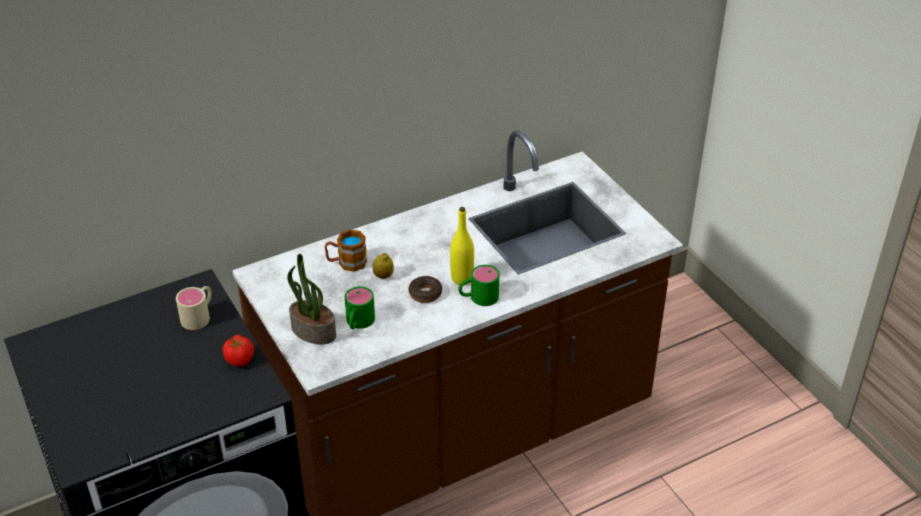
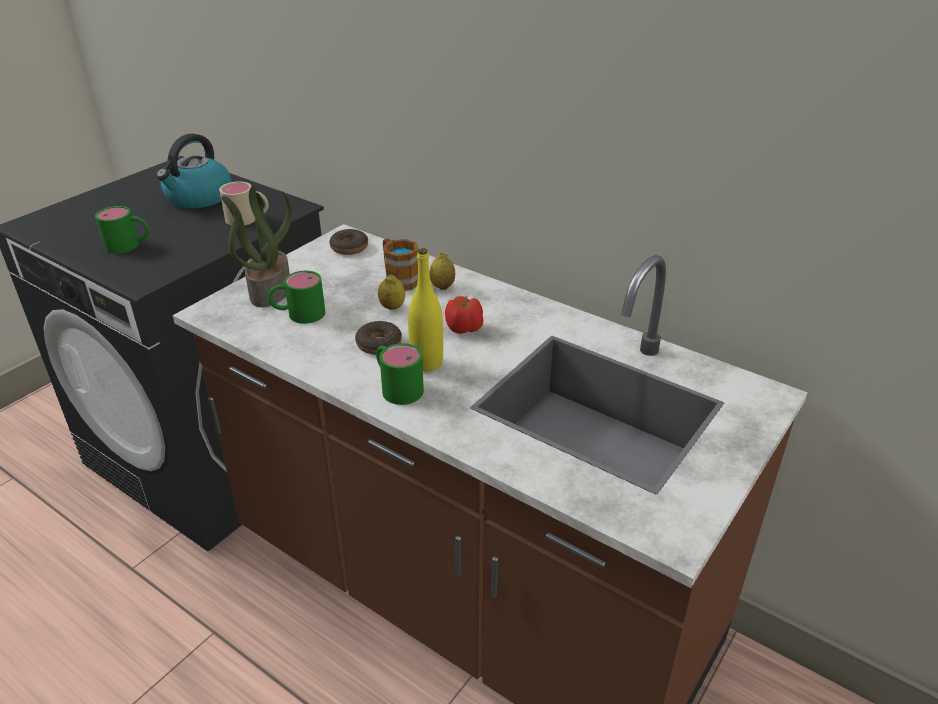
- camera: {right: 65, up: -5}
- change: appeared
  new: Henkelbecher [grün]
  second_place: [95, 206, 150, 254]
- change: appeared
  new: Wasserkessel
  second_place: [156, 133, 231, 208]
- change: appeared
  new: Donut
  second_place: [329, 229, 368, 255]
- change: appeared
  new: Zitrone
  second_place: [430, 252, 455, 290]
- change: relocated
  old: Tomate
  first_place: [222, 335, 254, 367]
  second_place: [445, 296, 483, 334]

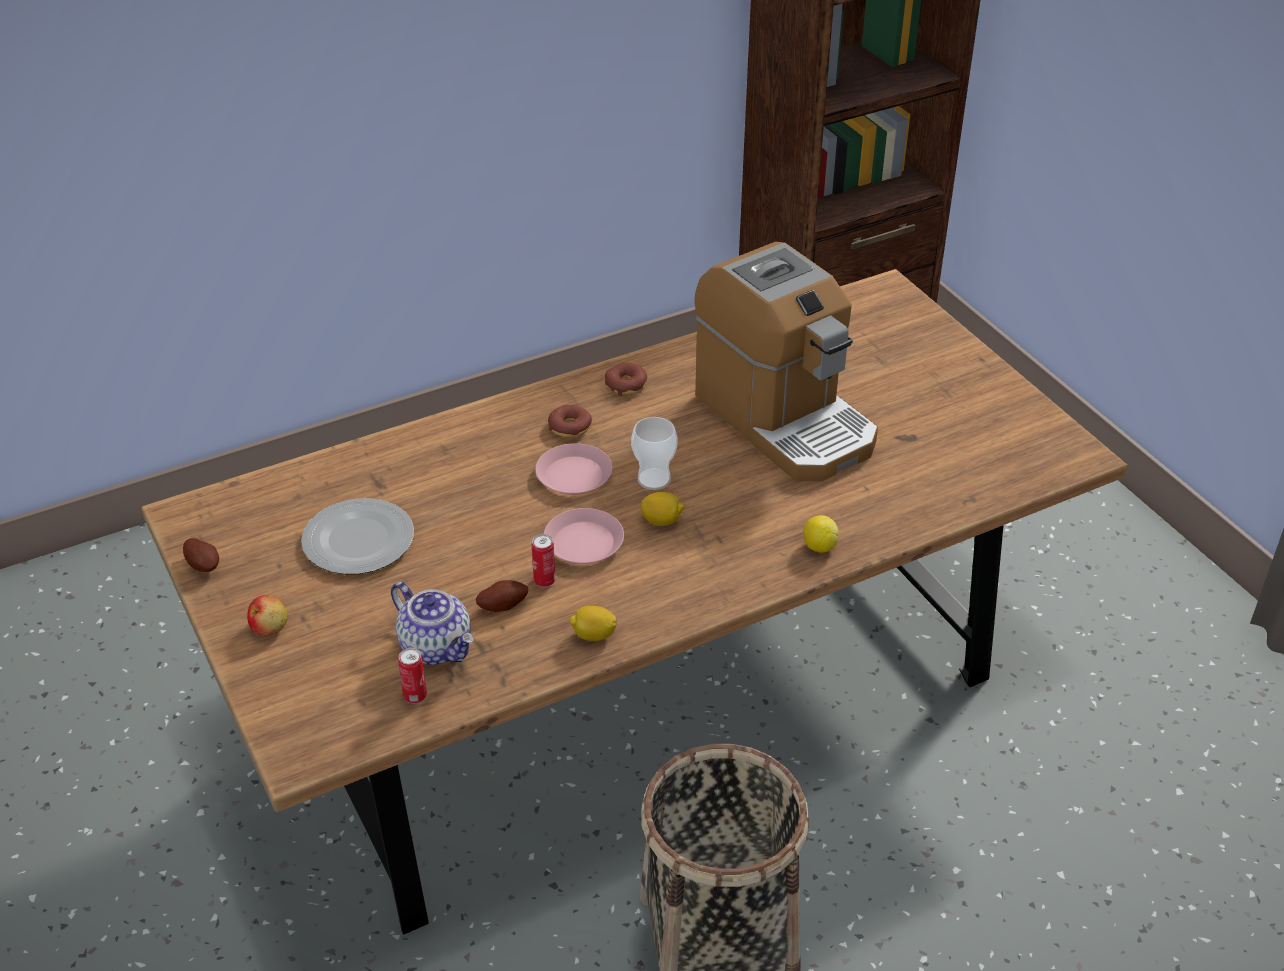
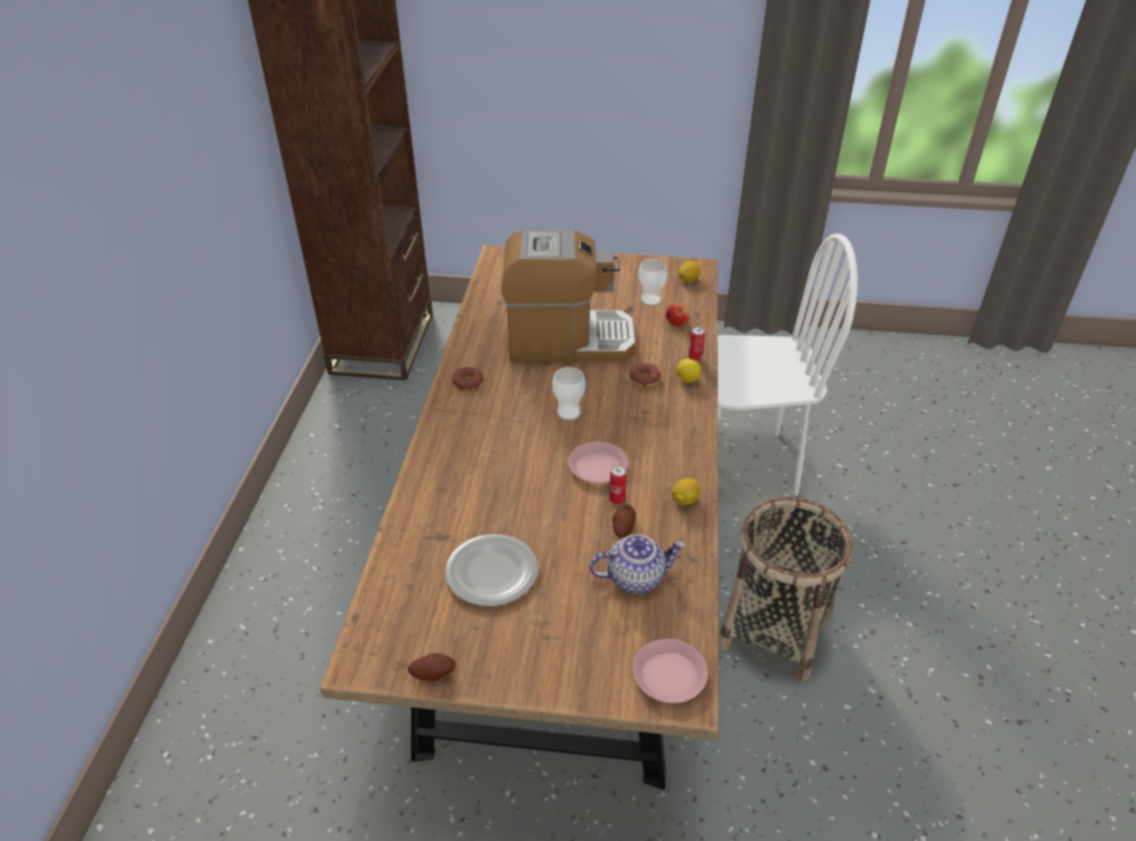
- camera: {right: -55, up: 0}
- change: relocated
  old: Donut
  first_place: [548, 405, 592, 438]
  second_place: [630, 363, 661, 387]
- change: relocated
  old: Teller [rosa]
  first_place: [535, 443, 613, 495]
  second_place: [633, 639, 708, 703]
- change: appeared
  new: Tasse
  second_place: [638, 259, 667, 306]
- change: relocated
  old: Apfel
  first_place: [247, 595, 288, 636]
  second_place: [666, 303, 690, 326]
- change: relocated
  old: Zitrone
  first_place: [641, 492, 684, 526]
  second_place: [679, 261, 701, 282]
- change: relocated
  old: Dose
  first_place: [398, 648, 427, 703]
  second_place: [689, 327, 705, 362]
- change: appeared
  new: Stuhl [weiß]
  second_place: [718, 233, 858, 496]

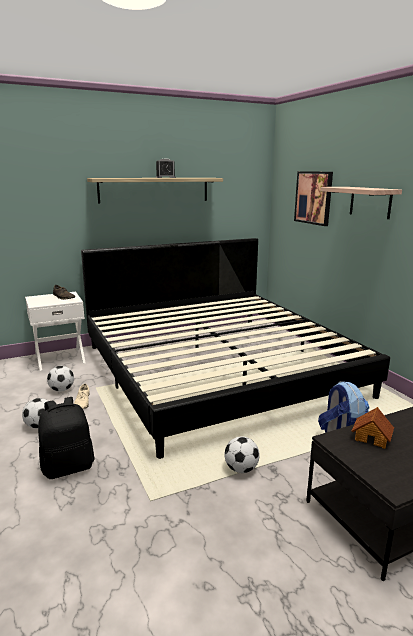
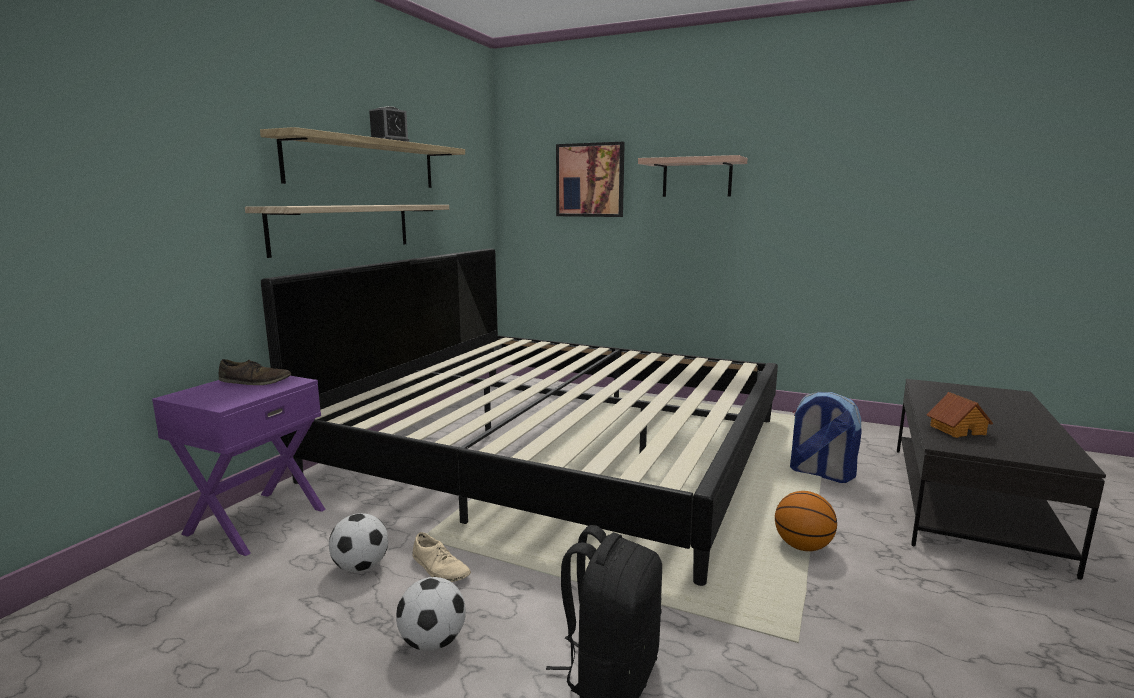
- camera: {right: -40, up: -5}
- change: colour
  old: Nachttisch [weiß]
  new: Nachttisch [lila]
  first_place: [25, 292, 86, 371]
  second_place: [152, 376, 326, 556]
- change: appeared
  new: Wandregal
  second_place: [245, 205, 449, 258]
- change: exchanged
  old: Fußball
  new: Basketball
  first_place: [224, 437, 260, 473]
  second_place: [775, 491, 837, 551]

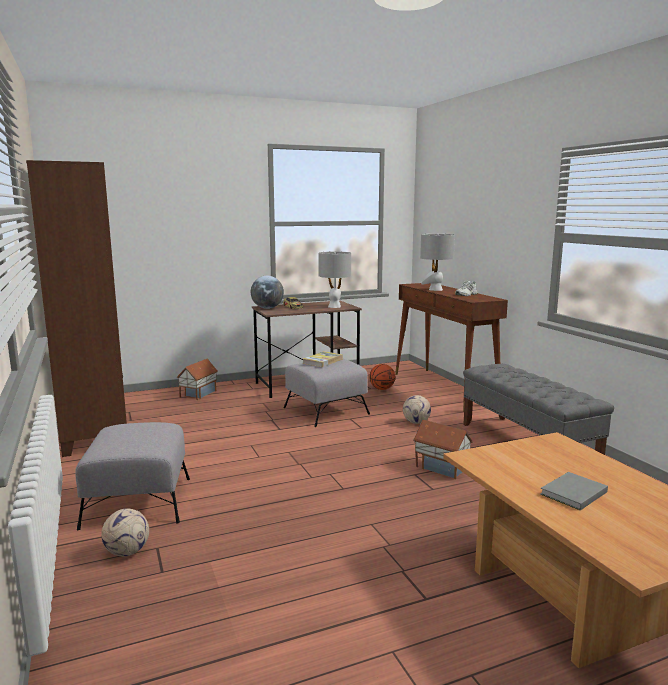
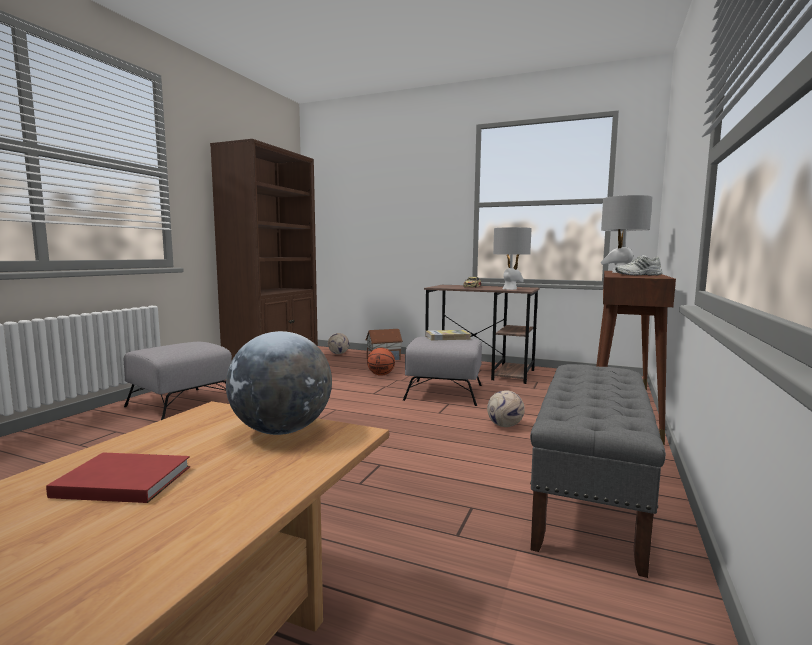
- camera: {right: 45, up: -5}
- change: colour
  old: Buch [grau]
  new: Buch [rot]
  first_place: [540, 472, 608, 510]
  second_place: [46, 452, 190, 503]
- change: relocated
  old: Globus
  first_place: [251, 276, 284, 309]
  second_place: [226, 331, 332, 435]
- change: relocated
  old: Fußball
  first_place: [101, 509, 149, 556]
  second_place: [328, 333, 349, 354]
- change: relocated
  old: Basketball
  first_place: [369, 364, 395, 390]
  second_place: [367, 348, 395, 376]
- change: missing
  old: Spielzeughaus
  first_place: [413, 420, 473, 479]

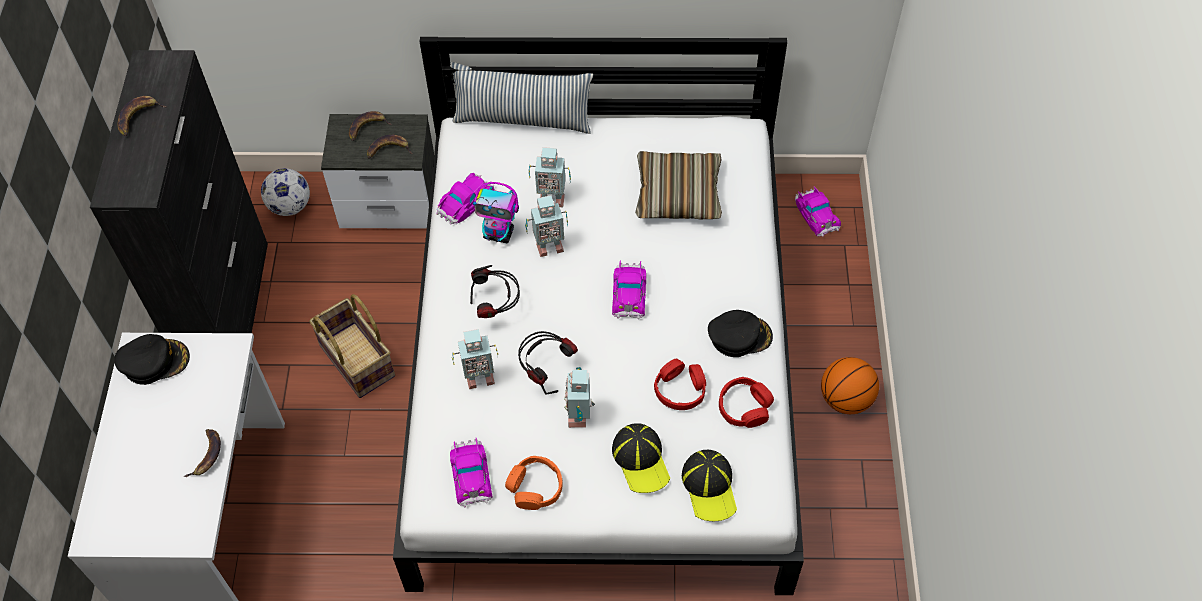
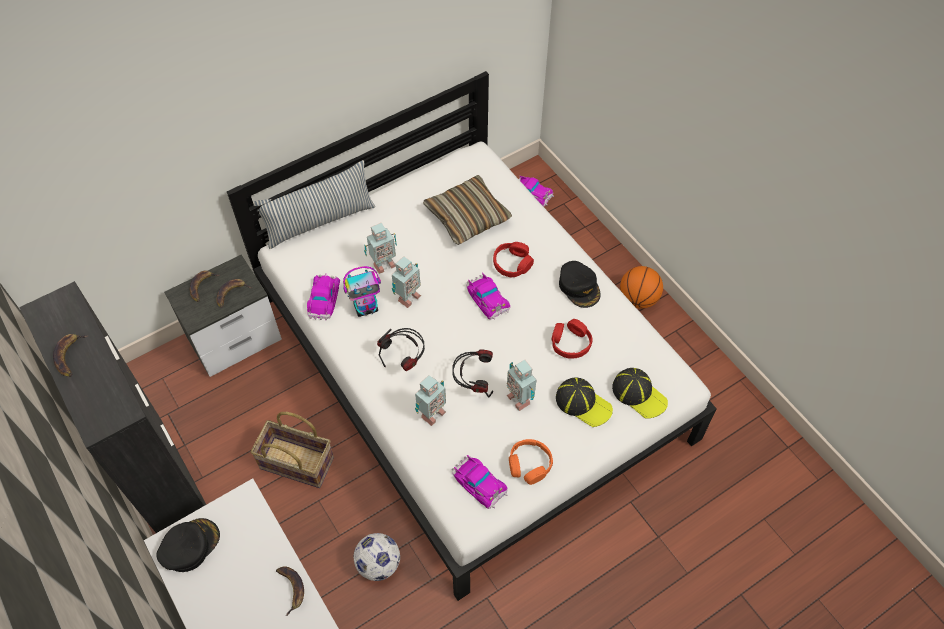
- camera: {right: -35, up: 0}
- change: relocated
  old: Fußball
  first_place: [261, 168, 310, 216]
  second_place: [354, 533, 400, 581]
- change: relocated
  old: Kopfhörer [rot]
  first_place: [719, 377, 774, 428]
  second_place: [493, 242, 534, 278]
- change: spun
  old: Kappe [schwarz]
  first_place: [708, 310, 773, 357]
  second_place: [559, 261, 601, 308]
  degrees: 105

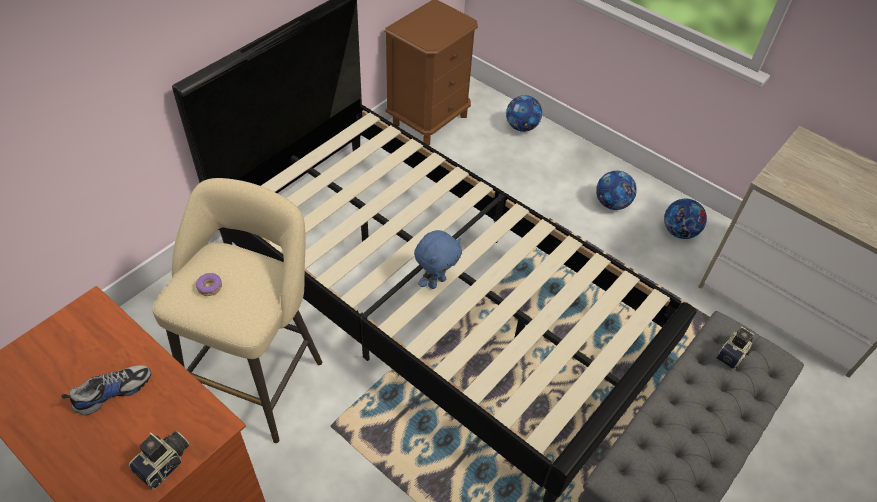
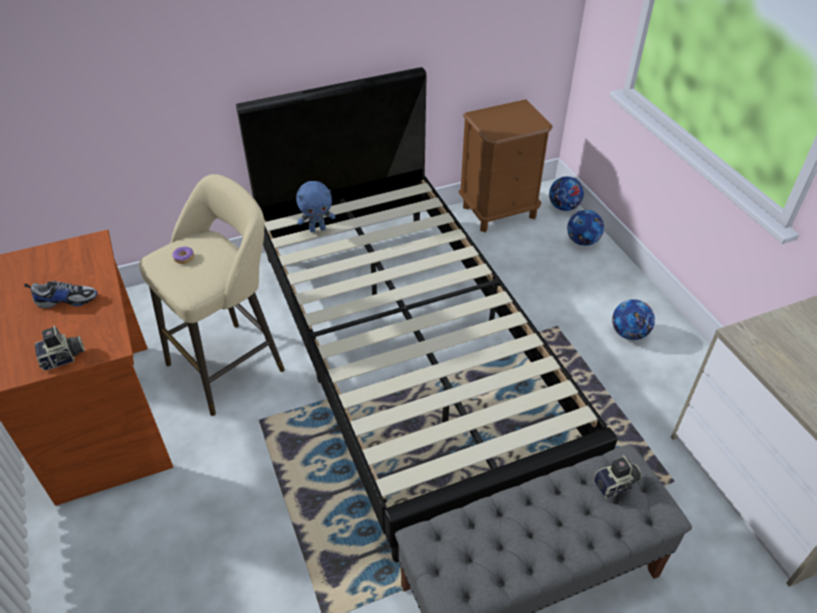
- camera: {right: 30, up: -5}
- change: relocated
  old: Plüschtier [blau]
  first_place: [414, 230, 462, 289]
  second_place: [296, 181, 335, 232]
- change: relocated
  old: Fußball
  first_place: [664, 199, 707, 239]
  second_place: [549, 176, 584, 211]

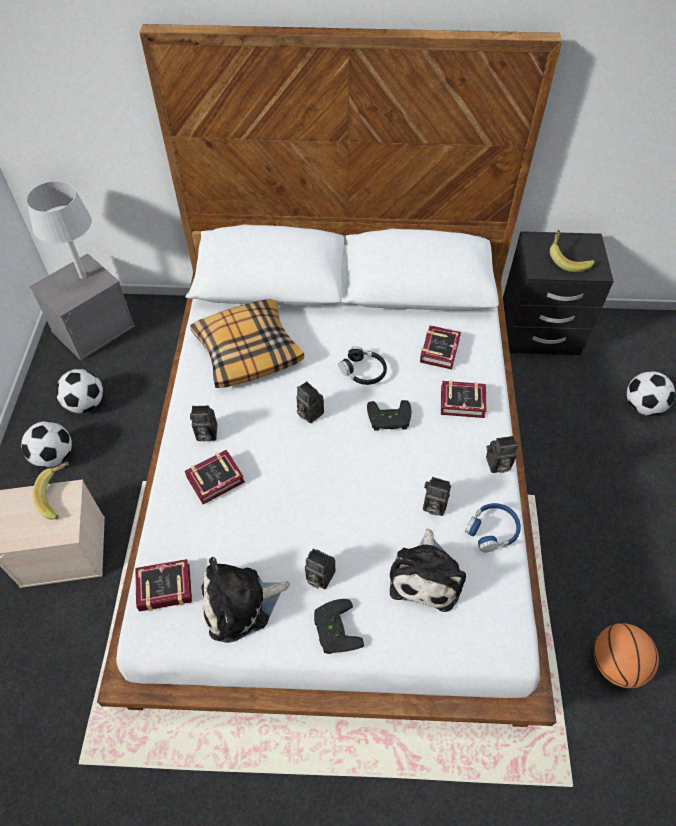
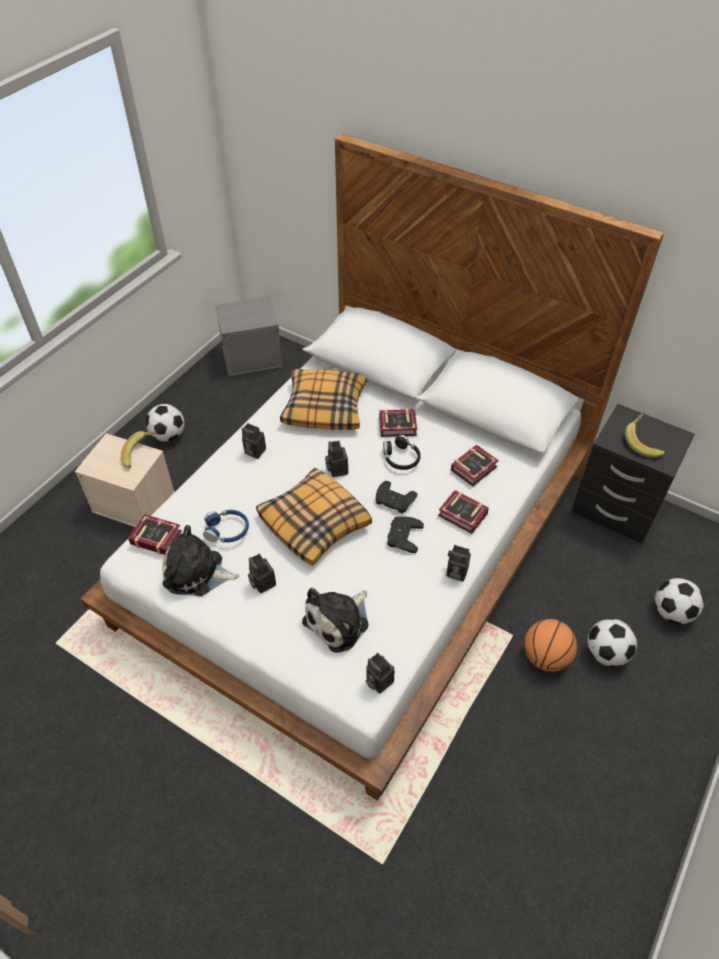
- camera: {right: 30, up: -5}
- change: relocated
  old: Kopfhörer [blau]
  first_place: [465, 503, 521, 552]
  second_place: [203, 510, 249, 543]
- change: appeared
  new: Kissen
  second_place: [256, 468, 372, 566]
- change: relocated
  old: Kamera
  first_place: [423, 477, 451, 516]
  second_place: [366, 653, 395, 694]
- change: relocated
  old: Buch
  first_place: [185, 449, 245, 504]
  second_place: [379, 409, 417, 437]
- change: relocated
  old: Gamepad [schwarz]
  first_place: [314, 599, 364, 654]
  second_place: [387, 516, 424, 553]
- change: relocated
  old: Basketball
  first_place: [594, 623, 659, 688]
  second_place: [524, 619, 577, 672]
- change: relocated
  old: Fußball
  first_place: [56, 369, 103, 413]
  second_place: [587, 619, 637, 667]
- change: missing
  old: Tischlampe [grau]
  first_place: [26, 181, 92, 279]

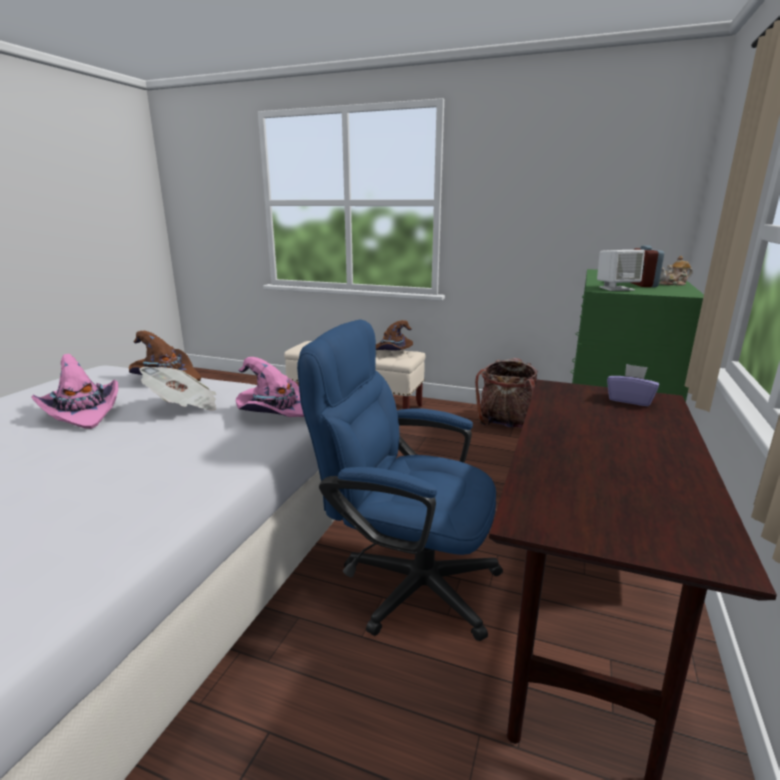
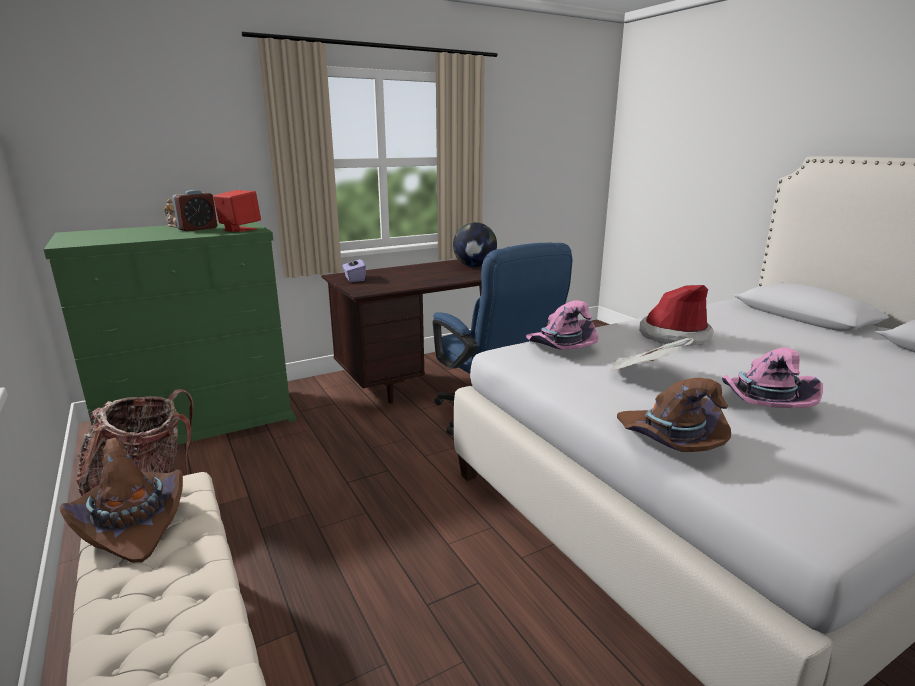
- camera: {right: -140, up: 0}
- change: colour
  old: Lautsprecher [weiß]
  new: Lautsprecher [rot]
  first_place: [597, 250, 645, 291]
  second_place: [213, 190, 261, 232]
- change: appeared
  new: Globus
  second_place: [453, 222, 497, 267]
- change: appeared
  new: Hut
  second_place: [639, 285, 713, 346]

